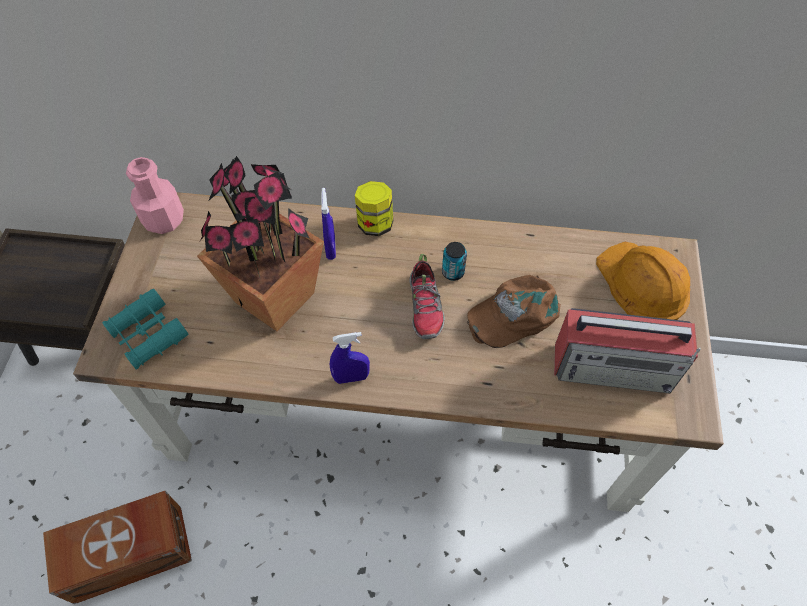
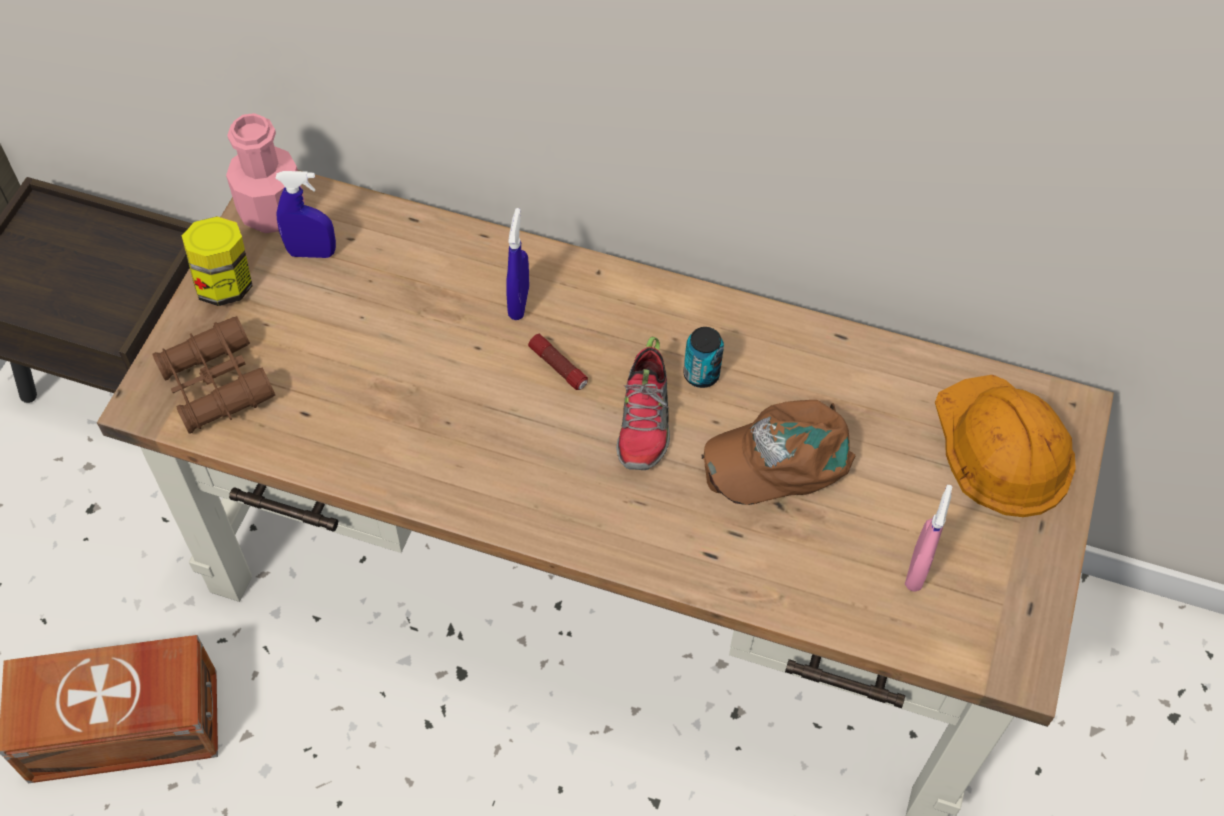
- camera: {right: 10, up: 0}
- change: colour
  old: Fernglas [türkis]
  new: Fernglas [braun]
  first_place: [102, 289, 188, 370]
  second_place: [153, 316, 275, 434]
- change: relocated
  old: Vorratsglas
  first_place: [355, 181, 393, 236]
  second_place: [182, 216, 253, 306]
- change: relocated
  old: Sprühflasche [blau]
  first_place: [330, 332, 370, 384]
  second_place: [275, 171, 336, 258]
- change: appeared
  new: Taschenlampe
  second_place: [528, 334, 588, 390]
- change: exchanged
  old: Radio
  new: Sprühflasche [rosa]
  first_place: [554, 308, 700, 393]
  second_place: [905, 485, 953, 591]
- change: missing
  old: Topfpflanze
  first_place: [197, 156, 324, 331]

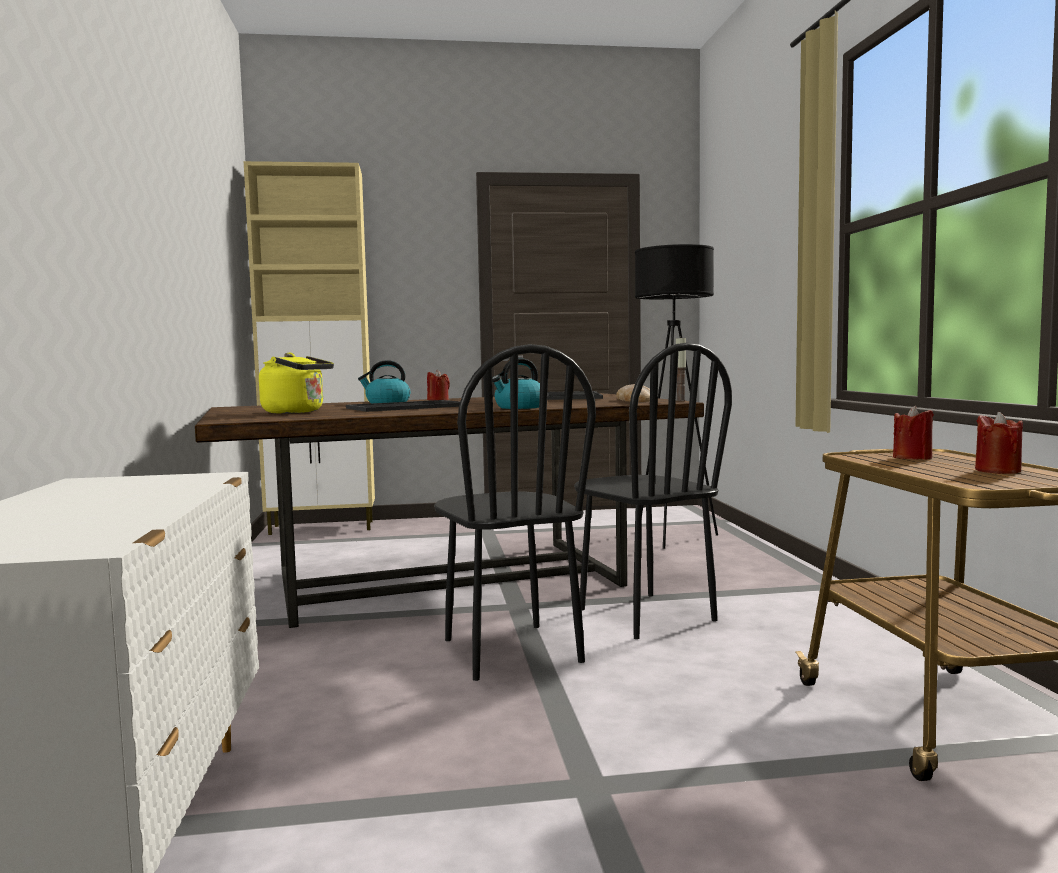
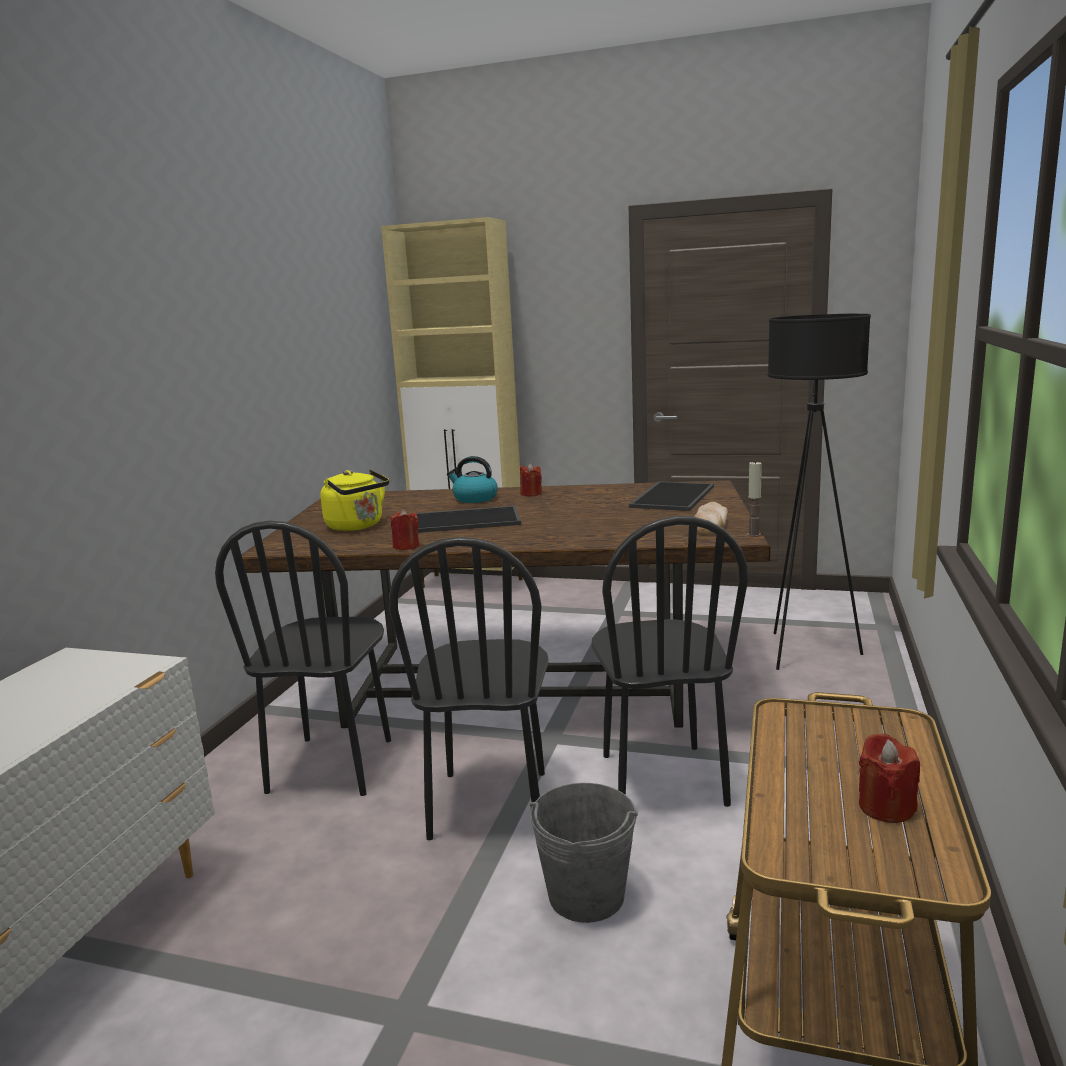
- camera: {right: 25, up: 10}
- change: appeared
  new: Stuhl [schwarz]
  second_place: [215, 521, 391, 796]
- change: relocated
  old: Kerze [rot]
  first_place: [893, 406, 934, 460]
  second_place: [390, 509, 419, 550]
- change: appeared
  new: Eimer [grau]
  second_place: [530, 783, 638, 923]
- change: missing
  old: Wasserkessel
  first_place: [492, 358, 540, 409]

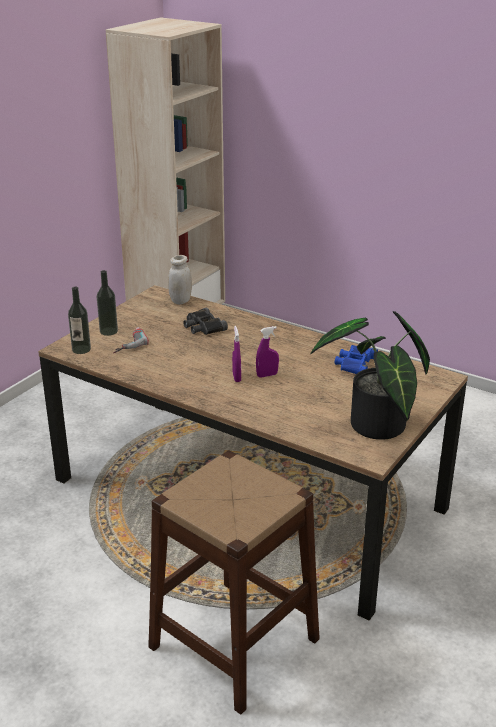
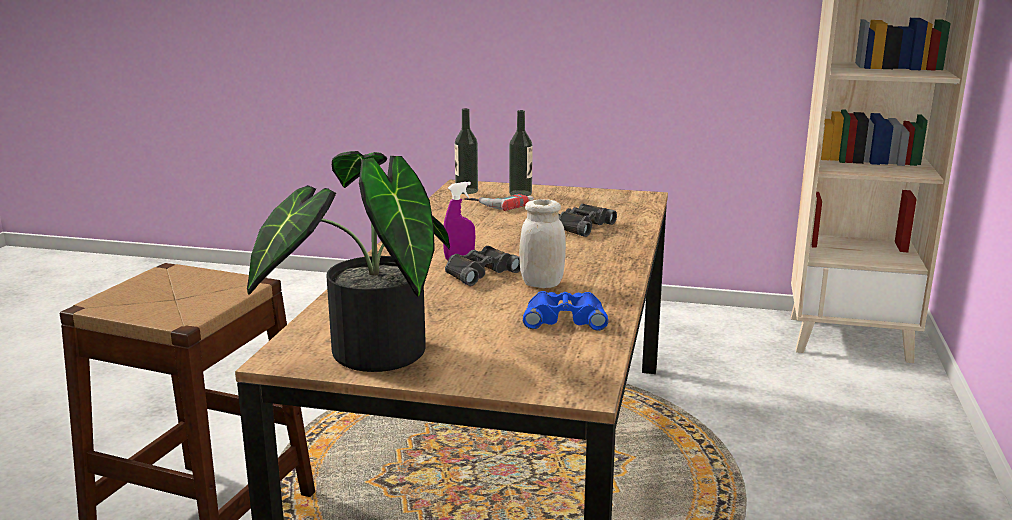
- camera: {right: 70, up: -10}
- change: exchanged
  old: Sprühflasche [lila]
  new: Fernglas [schwarz]
  first_place: [256, 326, 279, 378]
  second_place: [445, 246, 520, 286]
- change: relocated
  old: Vorratsglas [weiß]
  first_place: [168, 255, 192, 305]
  second_place: [519, 199, 566, 288]

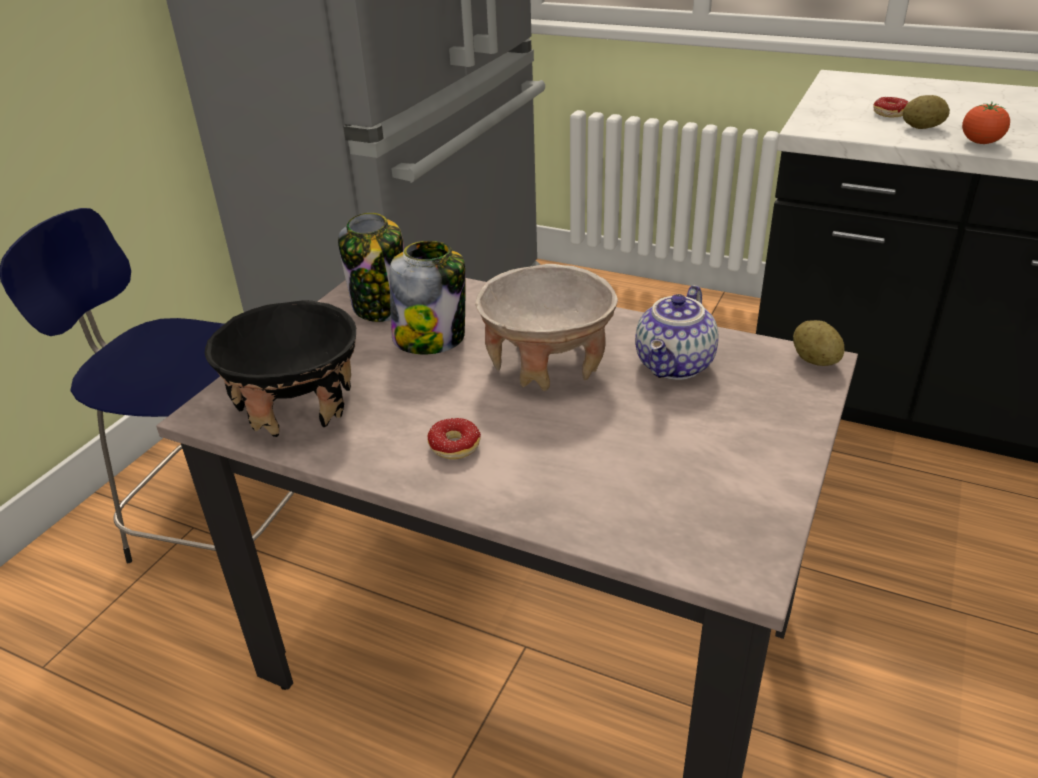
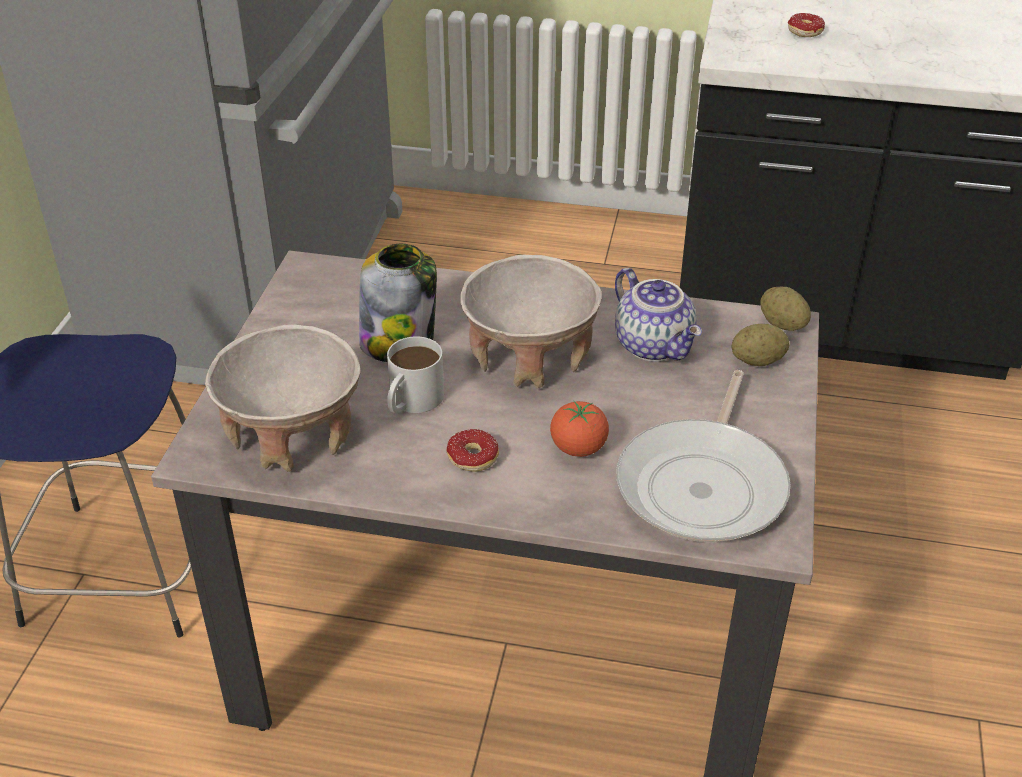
- camera: {right: -15, up: 5}
- change: colour
  old: Schüssel [schwarz]
  new: Schüssel [beige]
  first_place: [205, 300, 356, 437]
  second_place: [205, 324, 361, 472]
- change: appeared
  new: Henkelbecher [weiß]
  second_place: [387, 337, 444, 414]
- change: relocated
  old: Tomate
  first_place: [962, 102, 1010, 144]
  second_place: [550, 401, 609, 457]
- change: spun
  old: Teekanne
  first_place: [635, 285, 719, 380]
  second_place: [615, 268, 702, 362]
  degrees: -45
- change: appeared
  new: Pfanne
  second_place: [616, 370, 790, 542]
- change: relocated
  old: Kartoffel
  first_place: [903, 95, 950, 129]
  second_place: [732, 324, 789, 366]
- change: missing
  old: Vorratsglas
  first_place: [338, 213, 405, 322]

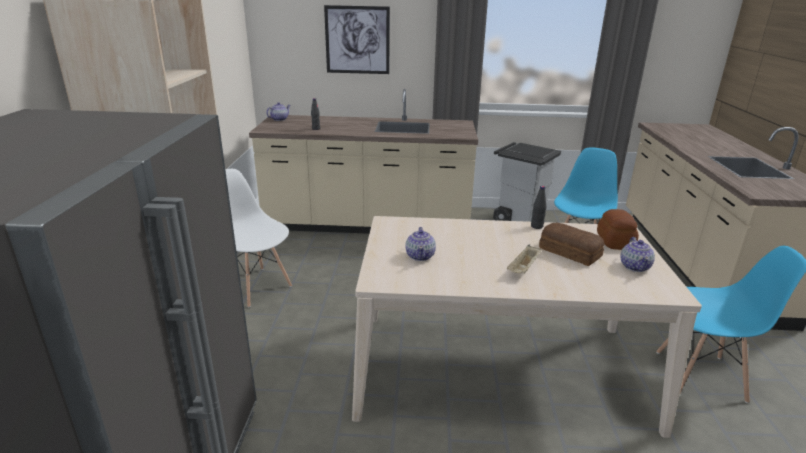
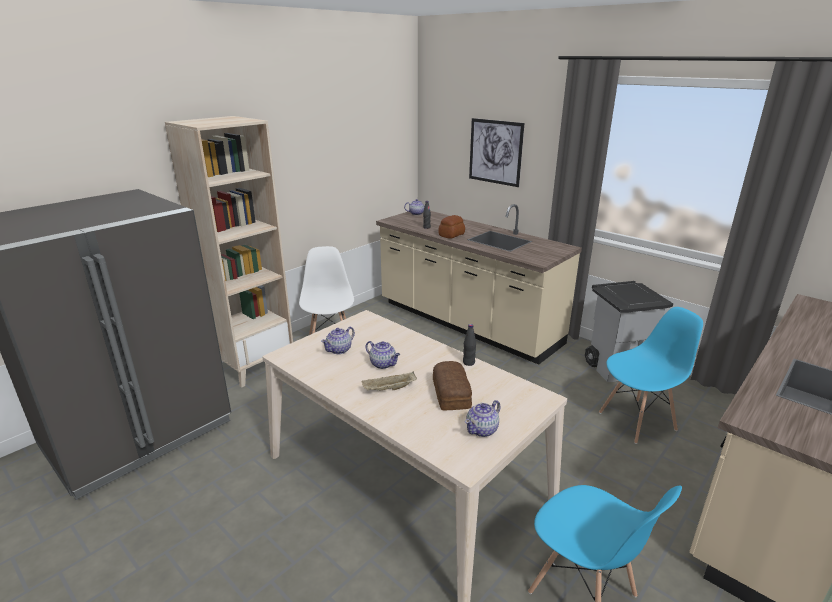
- camera: {right: 40, up: 0}
- change: appeared
  new: Teekanne
  second_place: [366, 341, 400, 369]
- change: relocated
  old: Brot
  first_place: [597, 209, 639, 250]
  second_place: [438, 215, 465, 239]

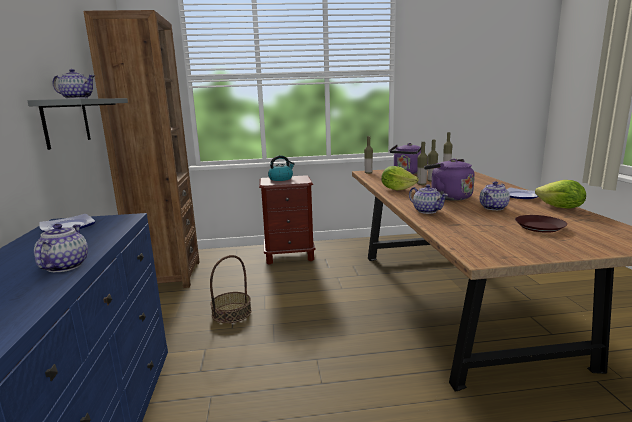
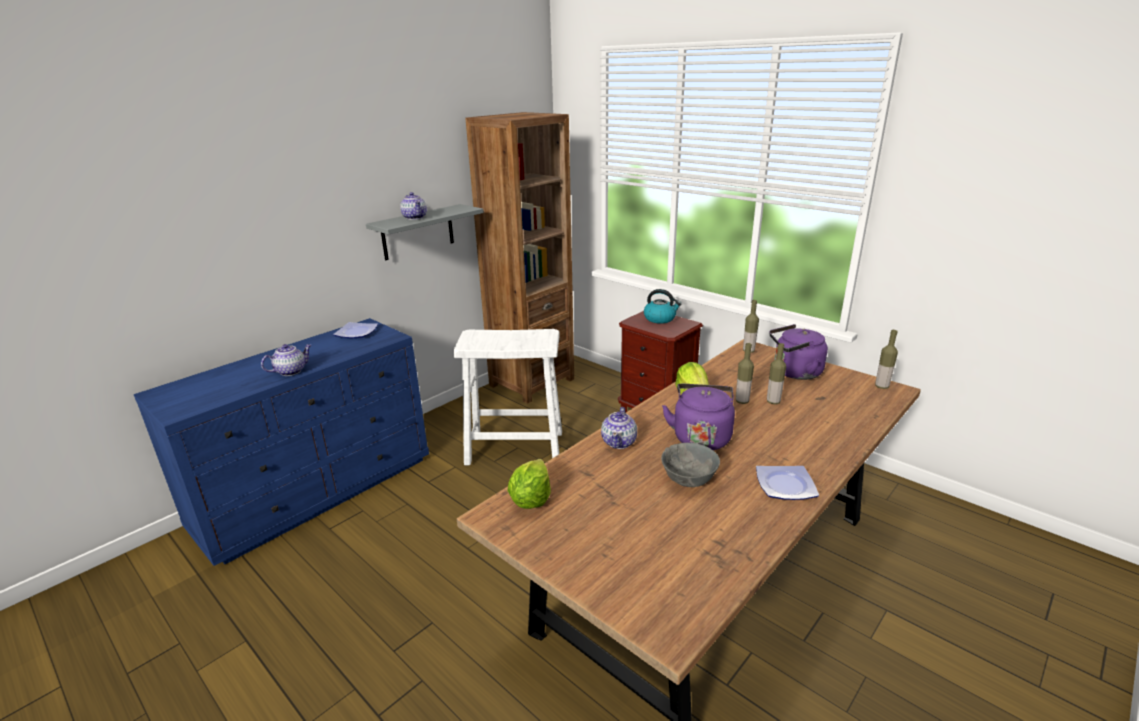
- camera: {right: 50, up: 10}
- change: exchanged
  old: Korb
  new: Hocker [weiß]
  first_place: [210, 255, 252, 323]
  second_place: [454, 329, 562, 465]
- change: relocated
  old: Salatkopf
  first_place: [535, 180, 586, 209]
  second_place: [507, 459, 551, 509]
- change: exchanged
  old: Teekanne
  new: Schüssel [grau]
  first_place: [480, 181, 510, 210]
  second_place: [661, 443, 720, 487]
- change: missing
  old: Teller [braun]
  first_place: [515, 215, 567, 233]

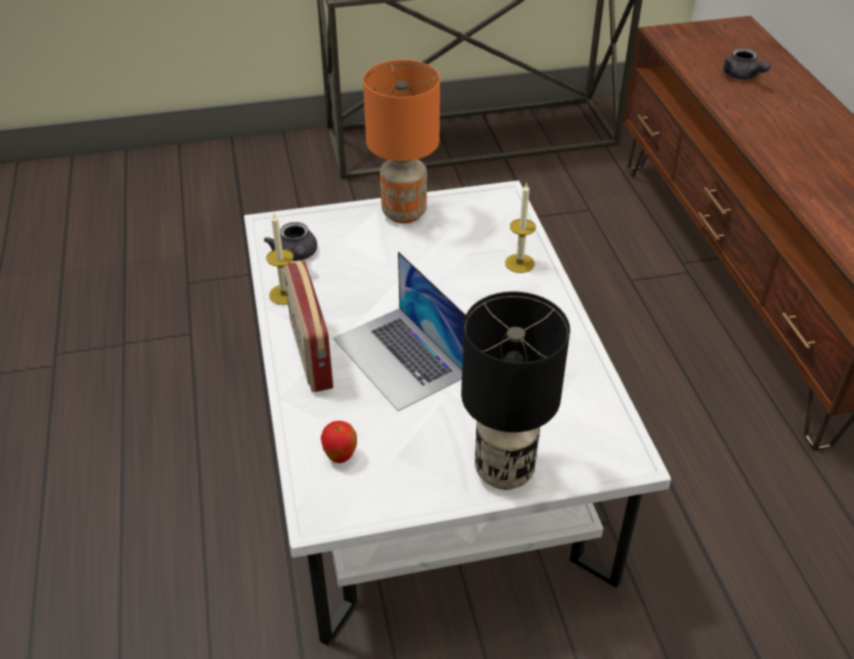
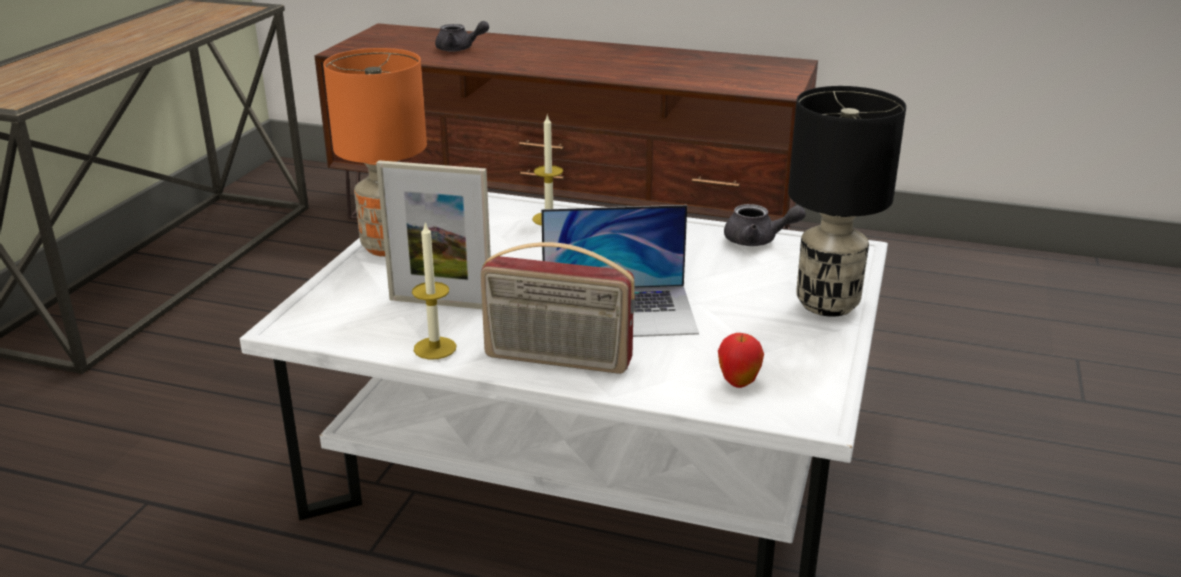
- camera: {right: -60, up: -15}
- change: appeared
  new: Bilderrahmen
  second_place: [376, 160, 491, 309]
- change: relocated
  old: Teekanne [grau]
  first_place: [264, 222, 317, 261]
  second_place: [724, 204, 806, 246]

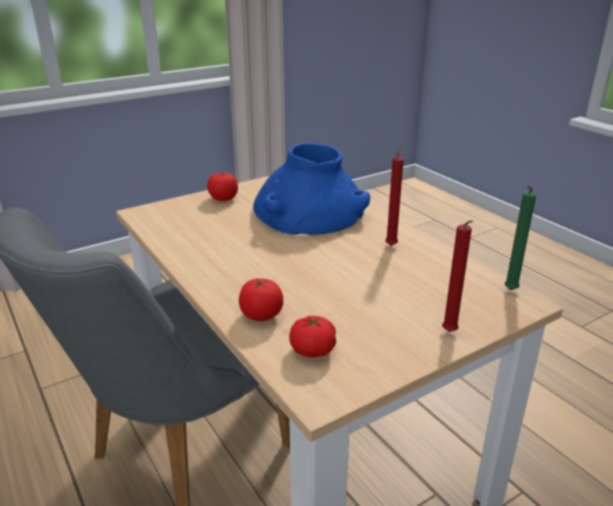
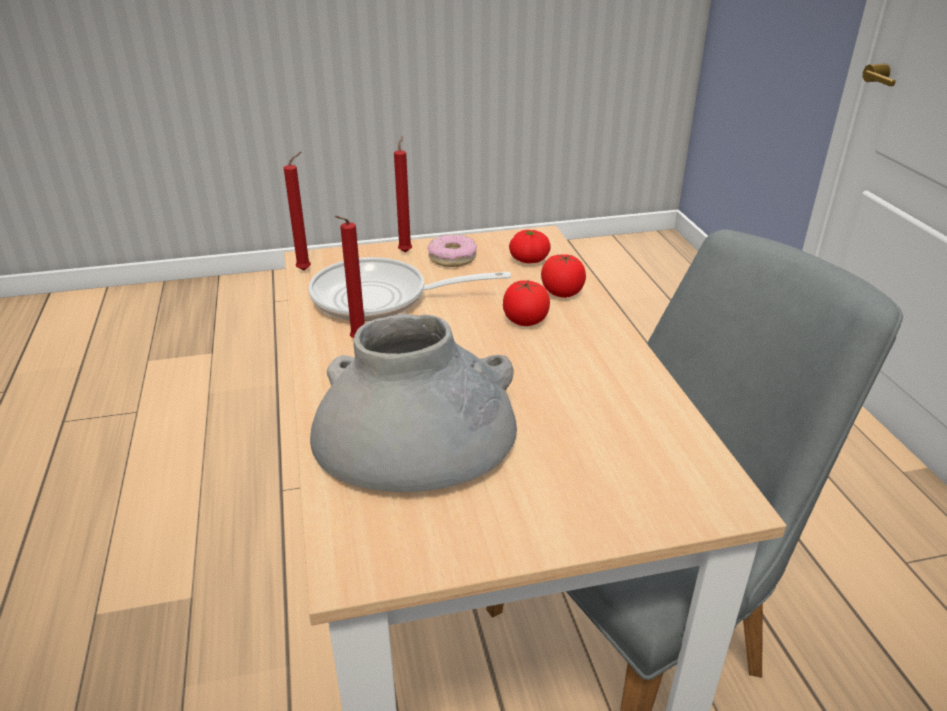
- camera: {right: -160, up: 5}
- change: colour
  old: Kerze [grün]
  new: Kerze [rot]
  first_place: [504, 186, 536, 290]
  second_place: [284, 152, 311, 271]
- change: appeared
  new: Pfanne
  second_place: [308, 257, 511, 321]
- change: colour
  old: Vase [blau]
  new: Vase [grau]
  first_place: [253, 143, 370, 235]
  second_place: [310, 313, 517, 492]
- change: appeared
  new: Donut
  second_place: [428, 235, 477, 267]
- change: relocated
  old: Tomate
  first_place: [207, 172, 238, 201]
  second_place: [503, 280, 550, 326]

